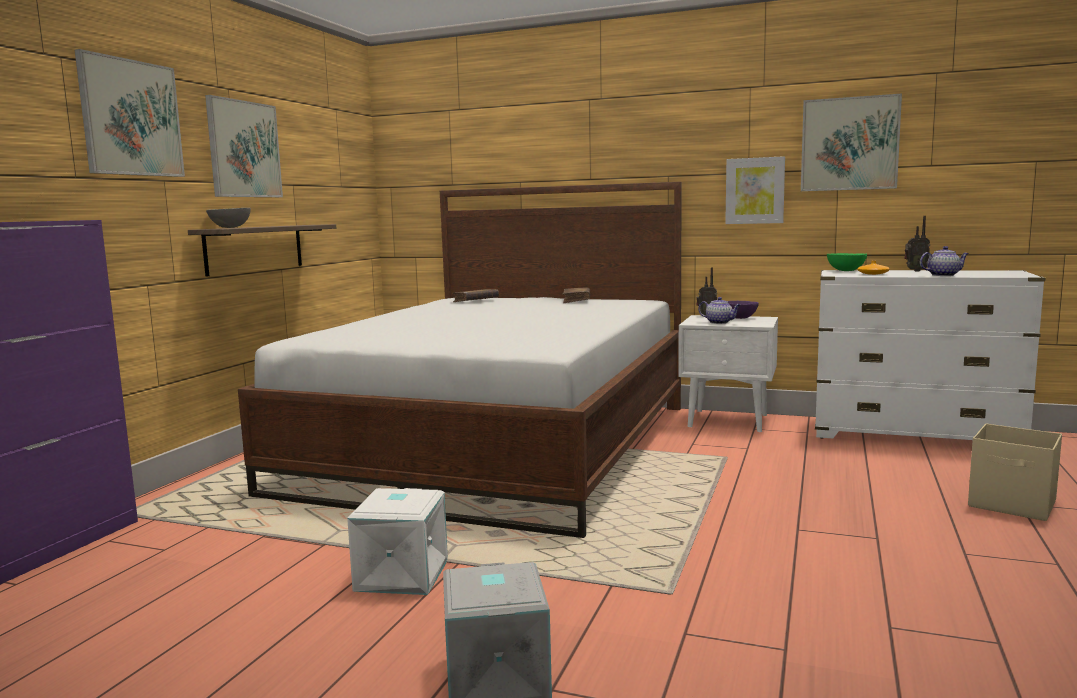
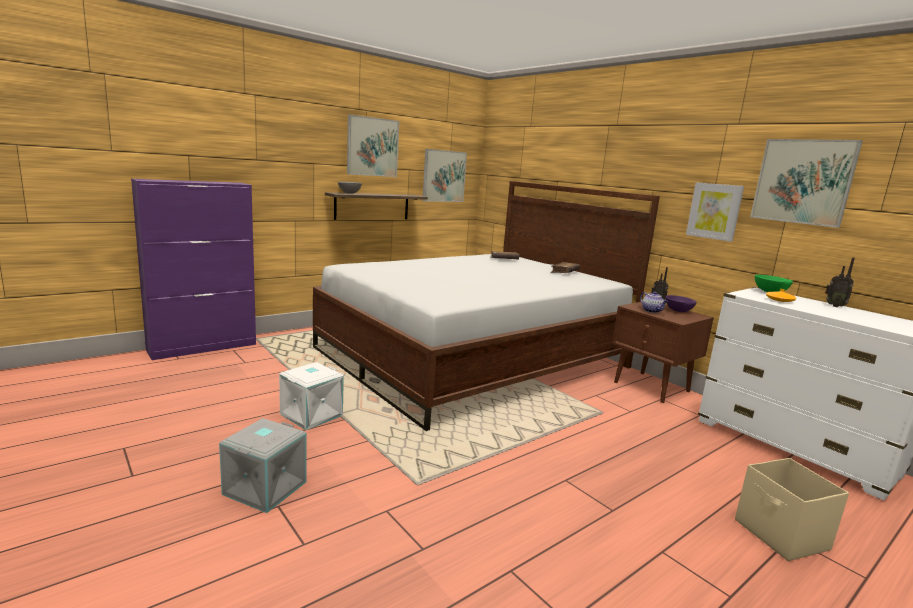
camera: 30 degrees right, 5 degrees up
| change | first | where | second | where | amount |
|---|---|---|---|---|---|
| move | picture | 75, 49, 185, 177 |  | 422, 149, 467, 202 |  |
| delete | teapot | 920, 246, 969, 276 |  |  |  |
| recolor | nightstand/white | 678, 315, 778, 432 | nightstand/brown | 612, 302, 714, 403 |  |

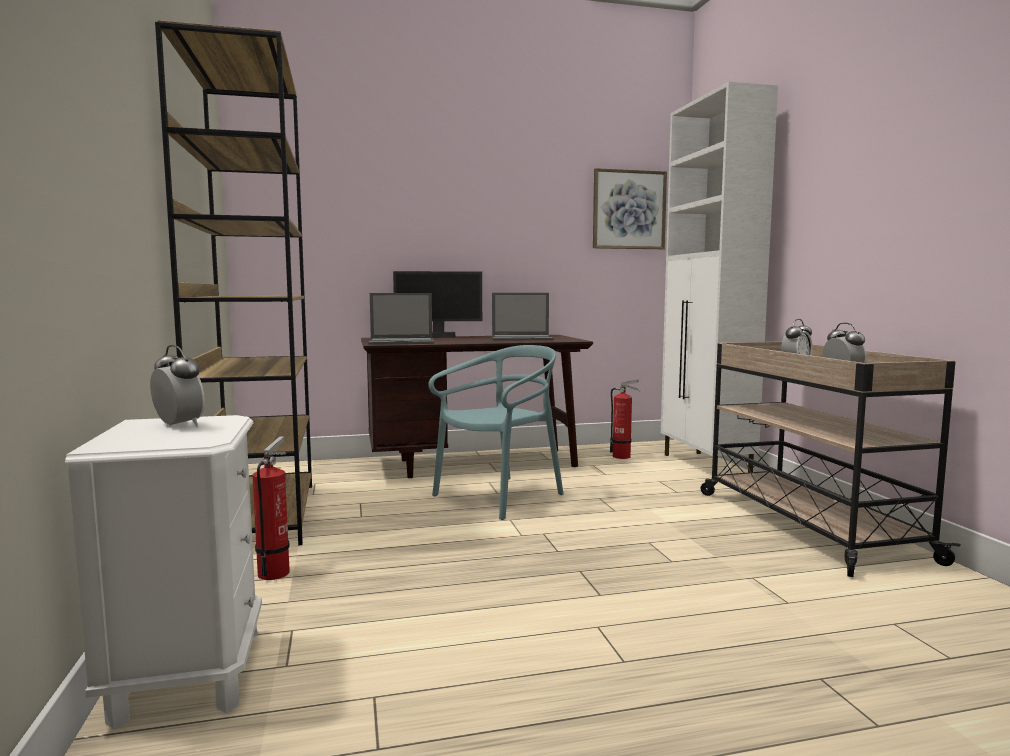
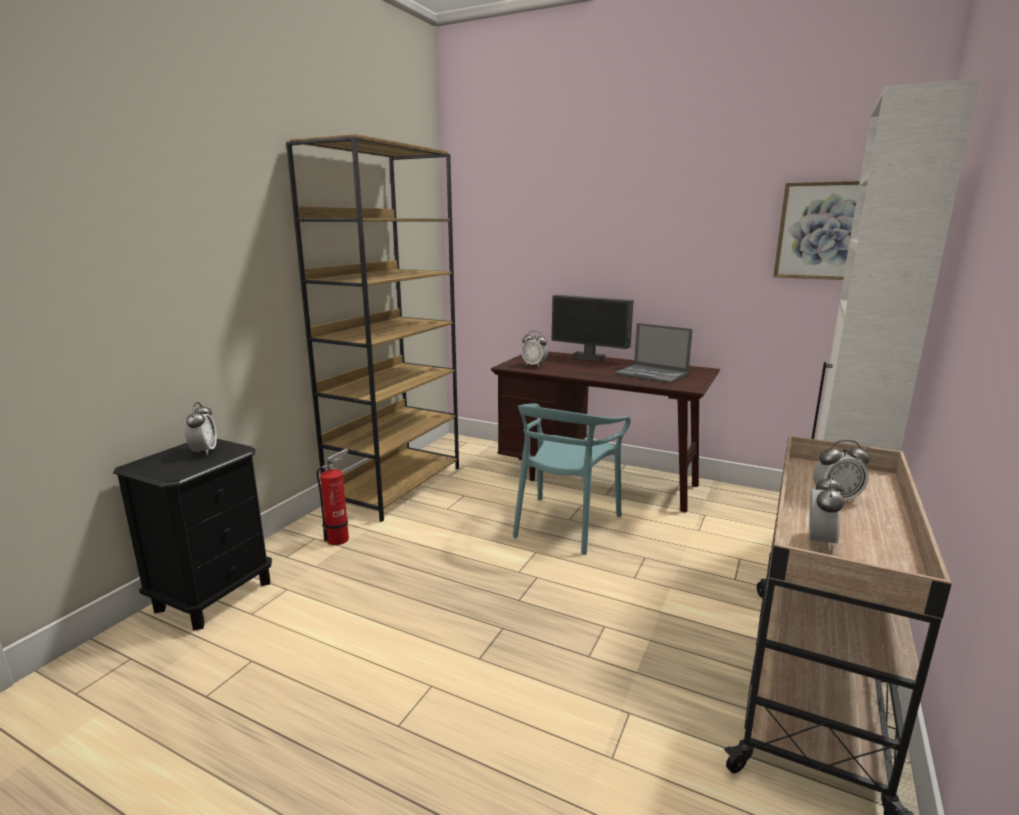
camera: 40 degrees right, 10 degrees up
| change | first | where | second | where | amount |
|---|---|---|---|---|---|
| replace | laptop | 368, 293, 434, 345 | alarm clock | 521, 331, 548, 367 |  |
| rotate | chair/turquoise | 428, 345, 564, 520 |  | 513, 403, 631, 555 | 120 degrees clockwise |
| delete | fire extinguisher | 610, 379, 640, 459 |  |  |  |
| recolor | nightstand/white | 65, 415, 262, 729 | nightstand/black | 113, 439, 272, 631 |  |

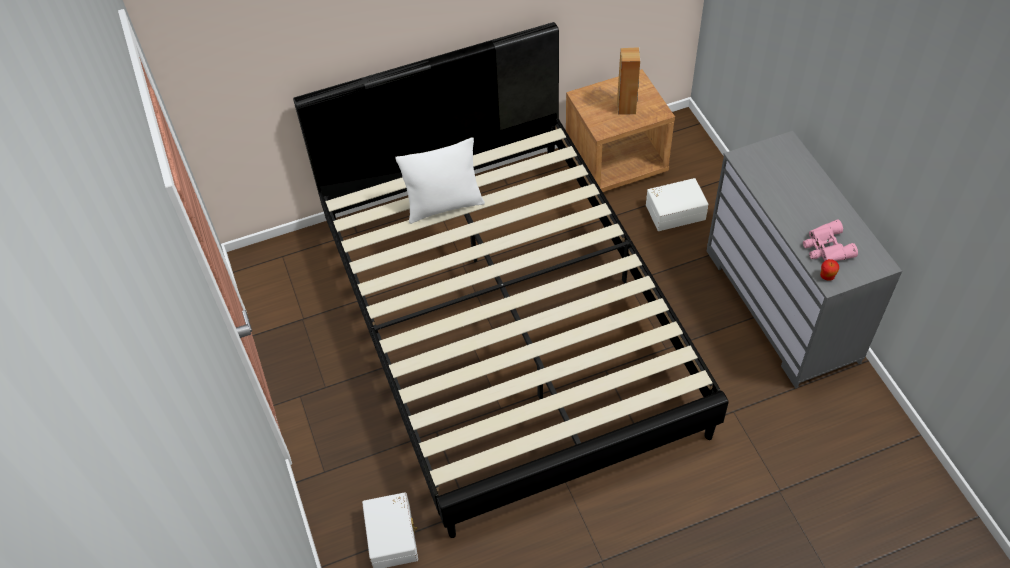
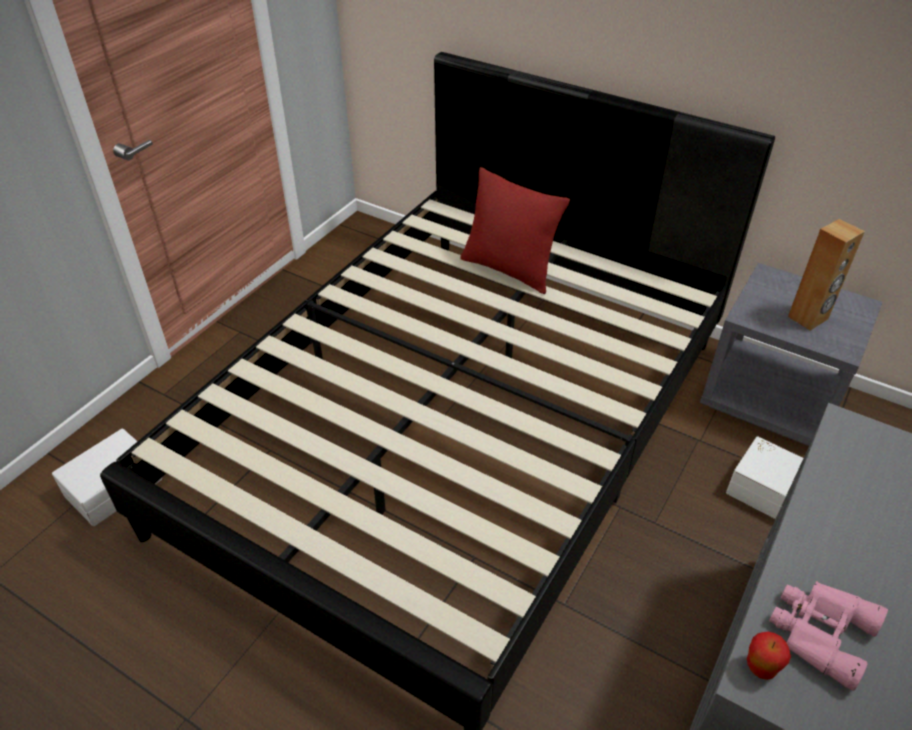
camera: 50 degrees right, 10 degrees down
| change | first | where | second | where | amount |
|---|---|---|---|---|---|
| recolor | nightstand/brown | 566, 69, 675, 192 | nightstand/grey | 700, 263, 882, 446 |  |
| recolor | pillow/white | 395, 137, 485, 224 | pillow/red | 460, 167, 570, 294 |  |

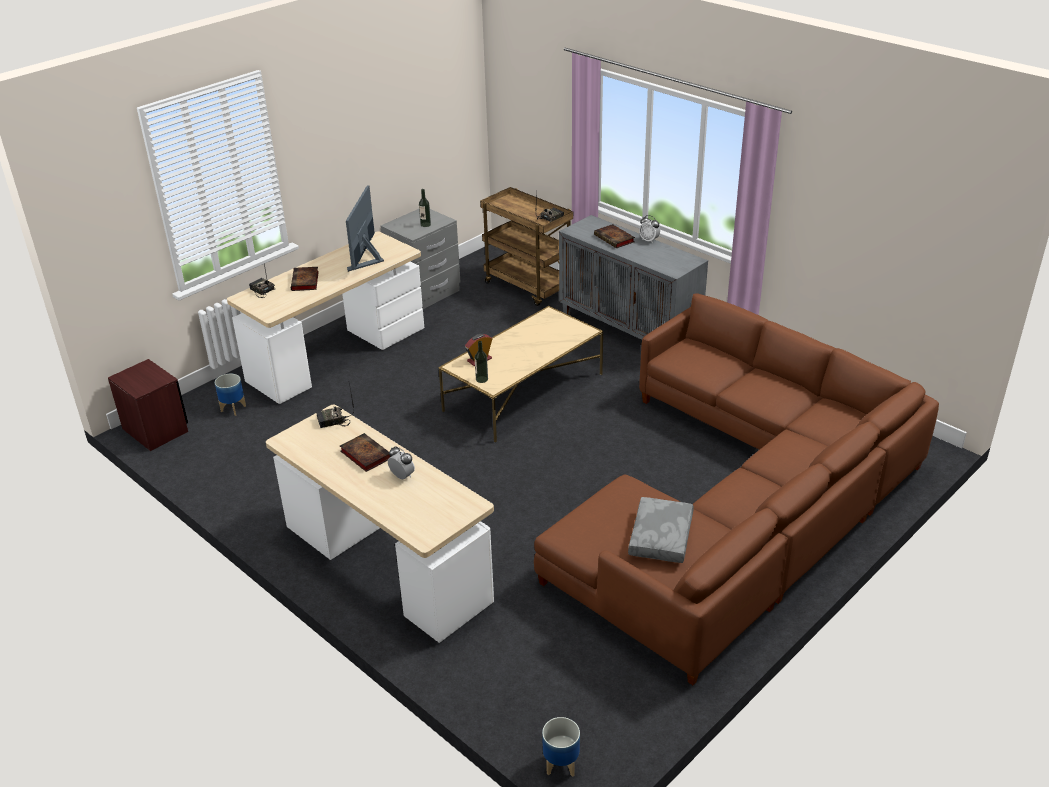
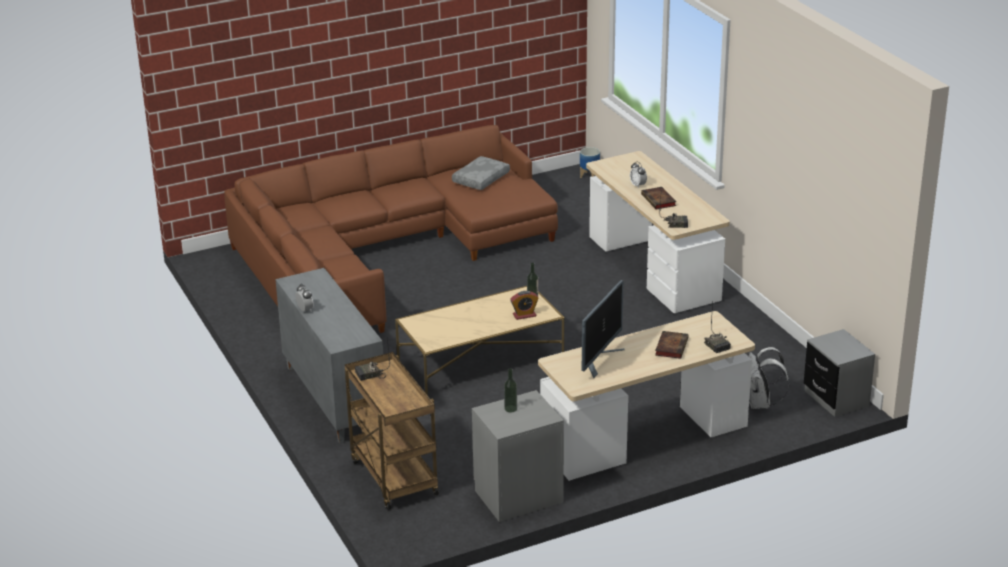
camera: 160 degrees left, 5 degrees down
| change | first | where | second | where | amount |
|---|---|---|---|---|---|
| delete | book | 594, 224, 635, 248 |  |  |  |
| recolor | nightstand/brown | 108, 359, 188, 451 | nightstand/grey | 804, 329, 875, 417 |  |
| replace | planter | 215, 374, 246, 416 | backpack/white | 748, 347, 789, 409 |  |

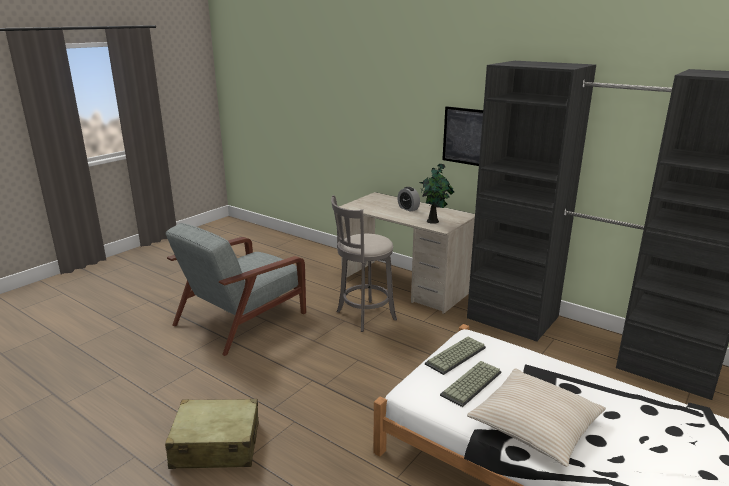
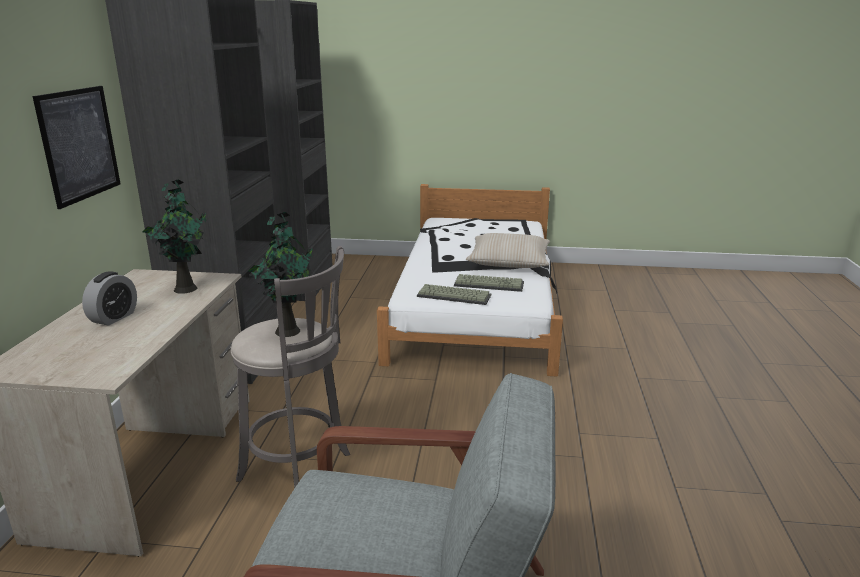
camera: 120 degrees left, 0 degrees up
| change | first | where | second | where | amount |
|---|---|---|---|---|---|
| delete | suitcase/beige | 165, 399, 259, 469 |  |  |  |
| insert |  |  | potted plant | 248, 212, 313, 337 |  |

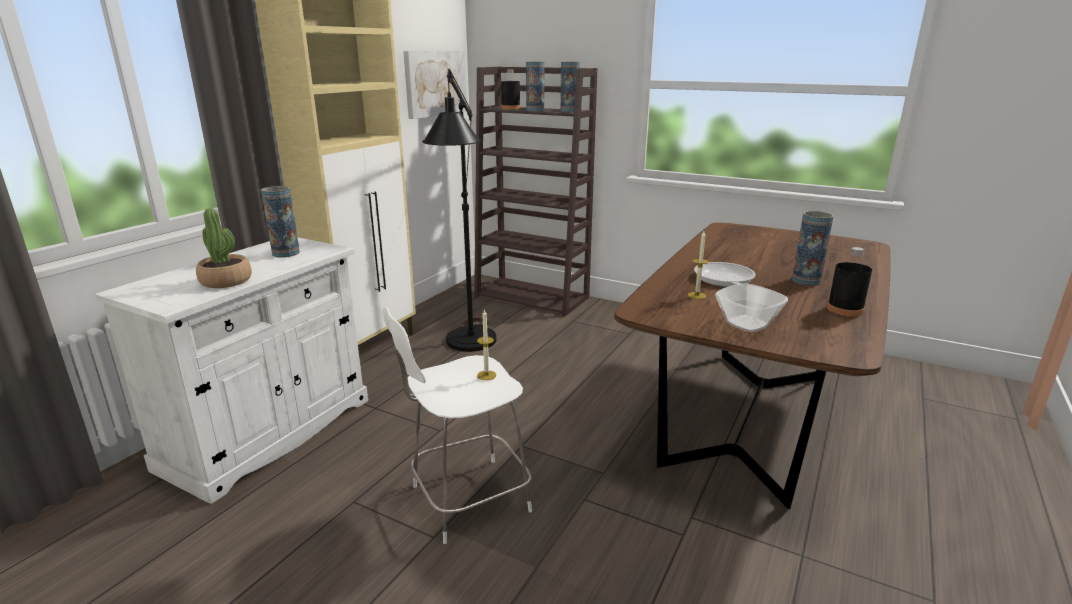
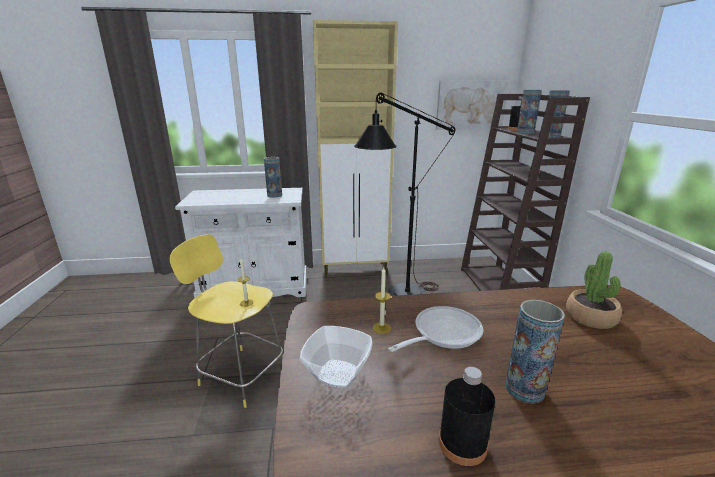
camera: 55 degrees right, 0 degrees up
| change | first | where | second | where | amount |
|---|---|---|---|---|---|
| move | potted plant | 196, 208, 252, 288 |  | 566, 251, 622, 329 |  |
| recolor | stool/white | 383, 307, 532, 544 | stool/yellow | 170, 234, 283, 408 |  |

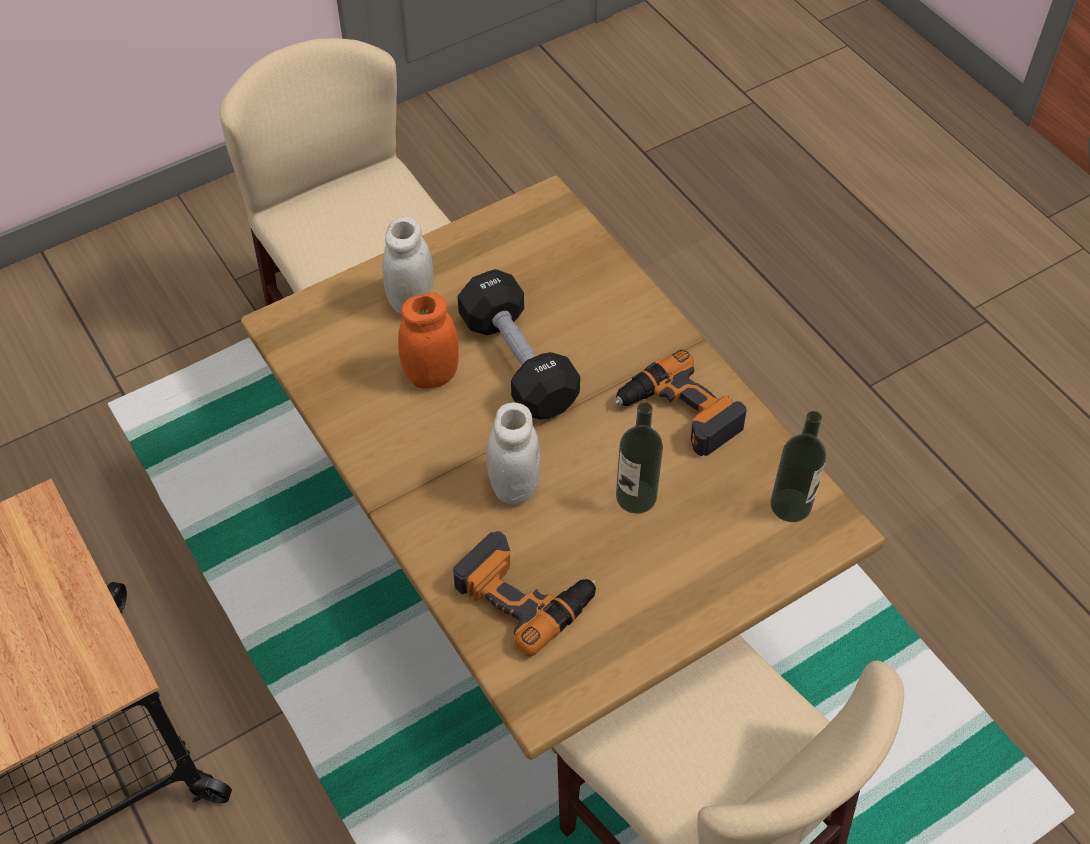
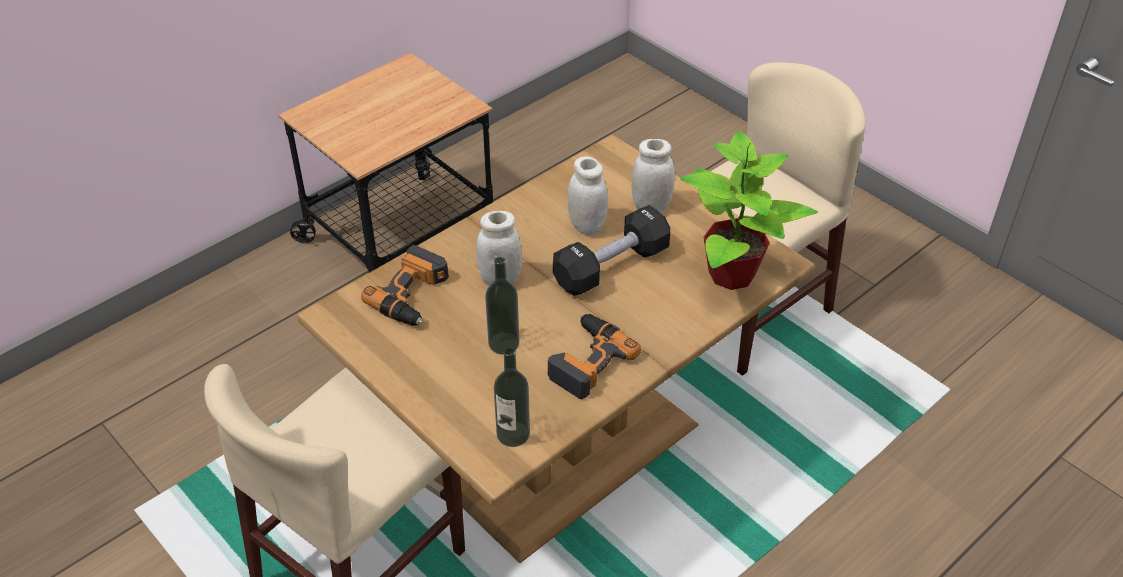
camera: 80 degrees right, 10 degrees down
| change | first | where | second | where | amount |
|---|---|---|---|---|---|
| recolor | jar/orange | 398, 293, 459, 389 | jar/white | 568, 156, 608, 235 |  |
| insert |  |  | potted plant | 680, 131, 818, 290 |  |

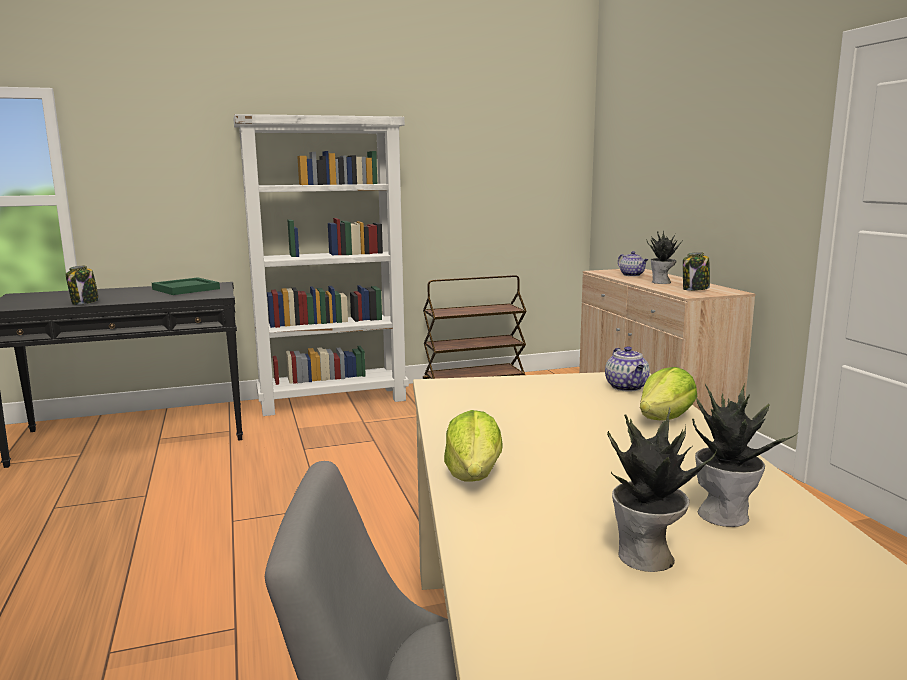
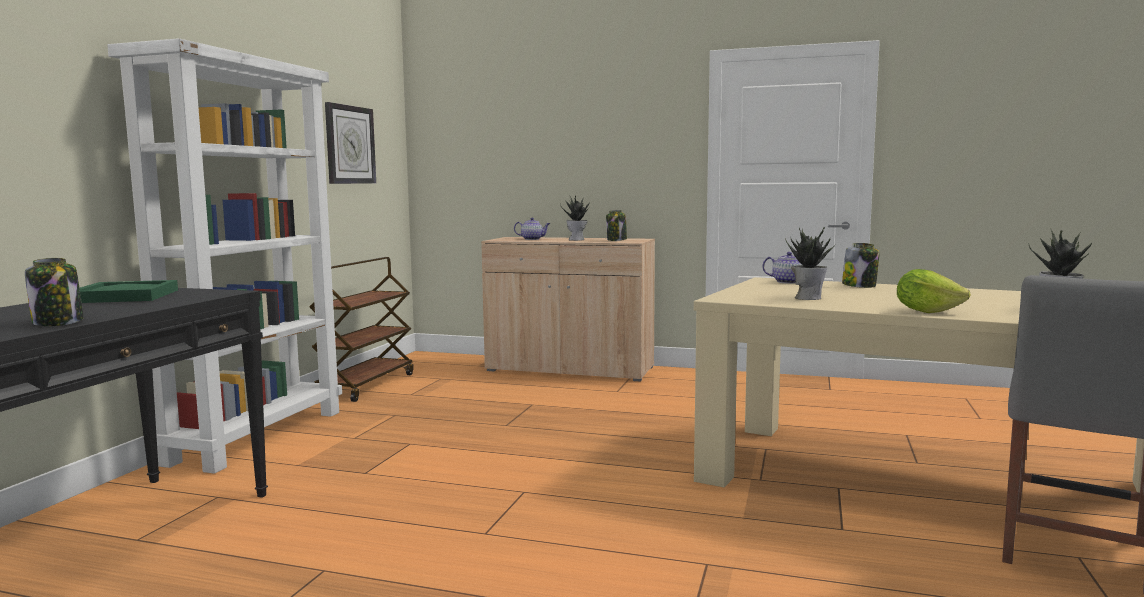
camera: 55 degrees left, 5 degrees down
| change | first | where | second | where | amount |
|---|---|---|---|---|---|
| replace | lettuce | 640, 367, 697, 420 | jar | 842, 243, 879, 288 |  |
| move | potted plant | 692, 384, 797, 527 |  | 785, 227, 835, 300 |  |
| insert |  |  | wall clock | 325, 102, 376, 184 |  |

